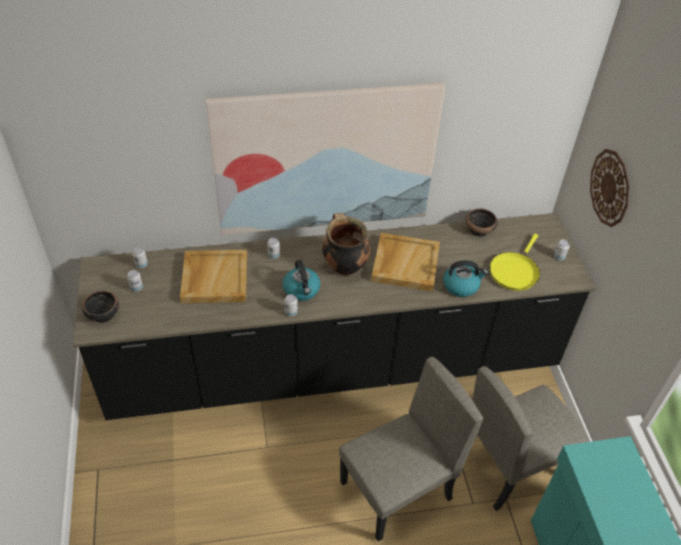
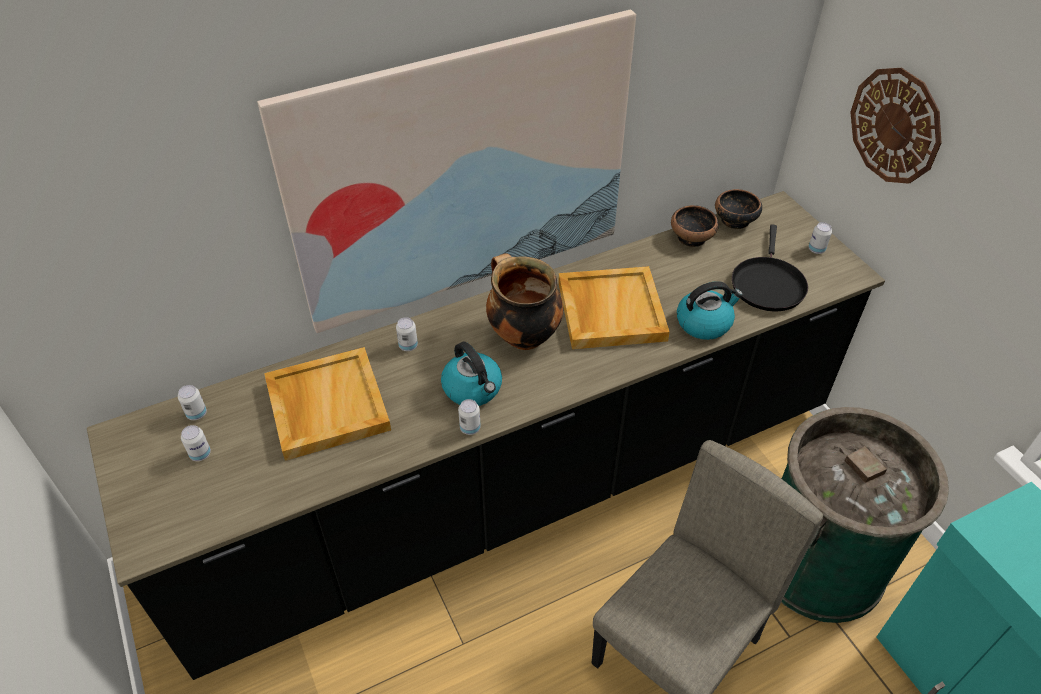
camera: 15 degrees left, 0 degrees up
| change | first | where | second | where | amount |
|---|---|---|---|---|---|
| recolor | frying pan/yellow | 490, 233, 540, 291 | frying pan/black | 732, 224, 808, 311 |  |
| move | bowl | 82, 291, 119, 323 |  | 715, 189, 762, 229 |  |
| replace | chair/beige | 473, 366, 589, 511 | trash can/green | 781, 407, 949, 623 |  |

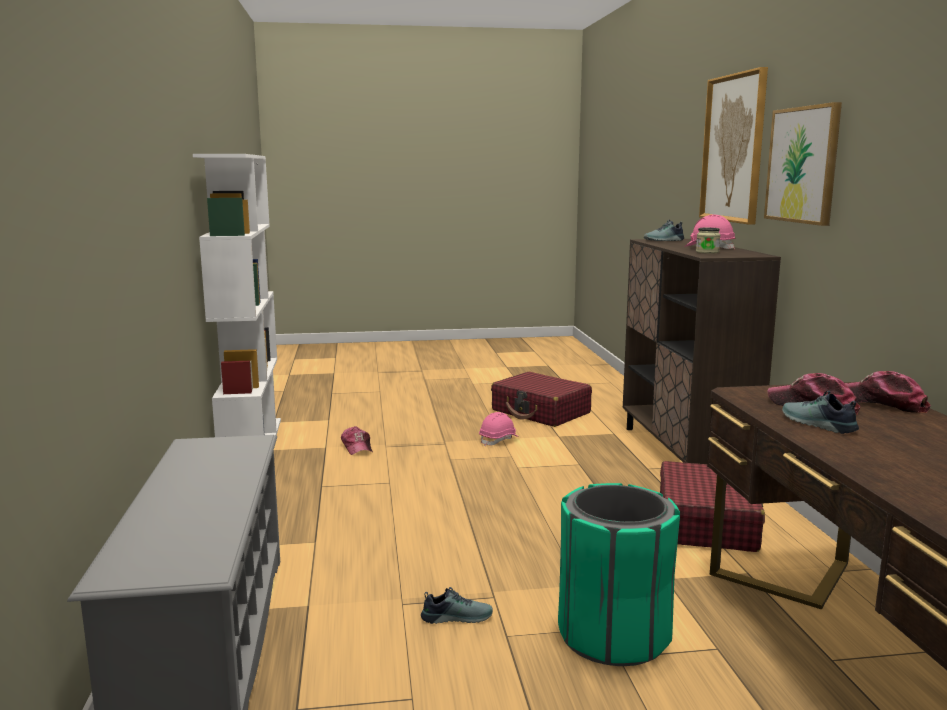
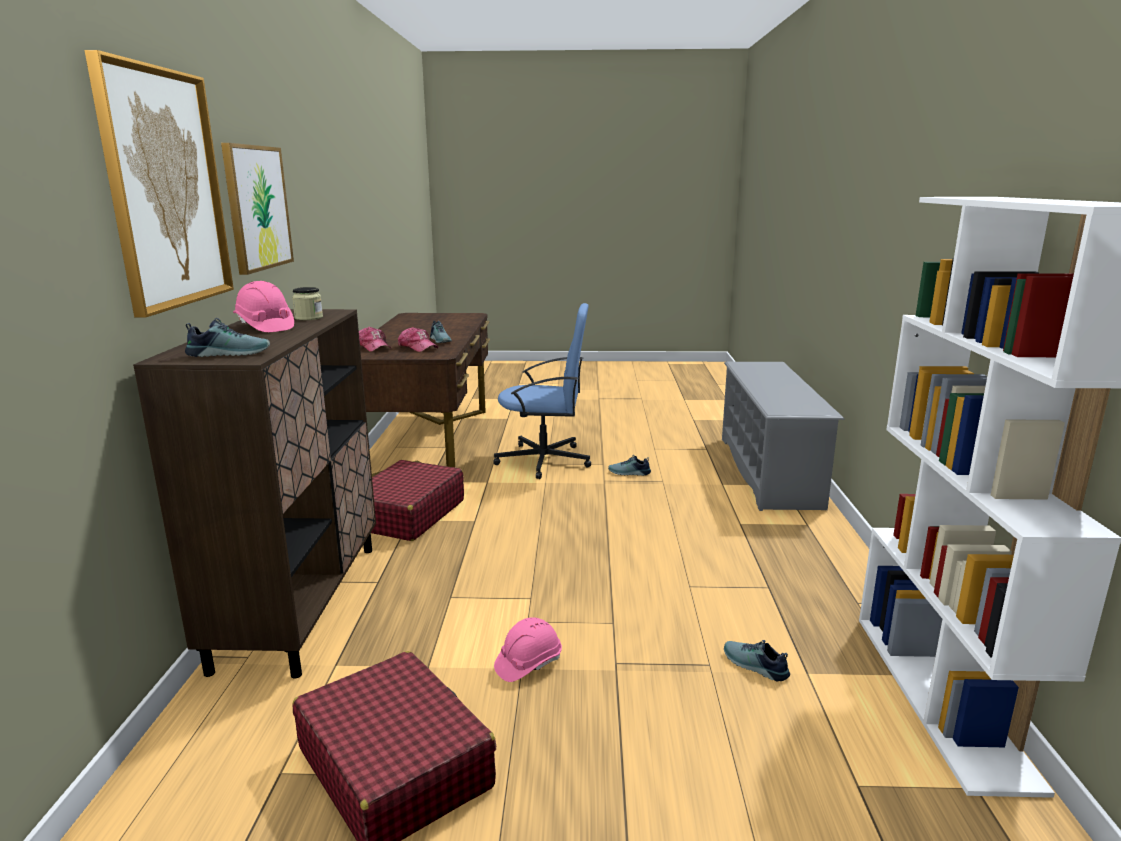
camera: 170 degrees left, 5 degrees up
| change | first | where | second | where | amount |
|---|---|---|---|---|---|
| replace | cap | 341, 426, 373, 455 | shoe | 724, 640, 790, 681 |  |
| replace | trash can/green | 558, 483, 680, 666 | office chair/blue | 494, 303, 591, 479 |  |

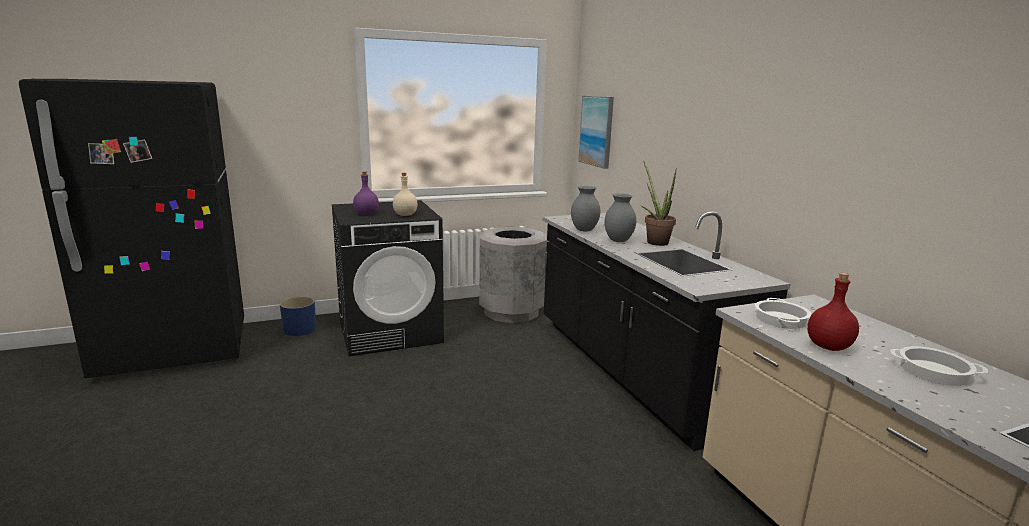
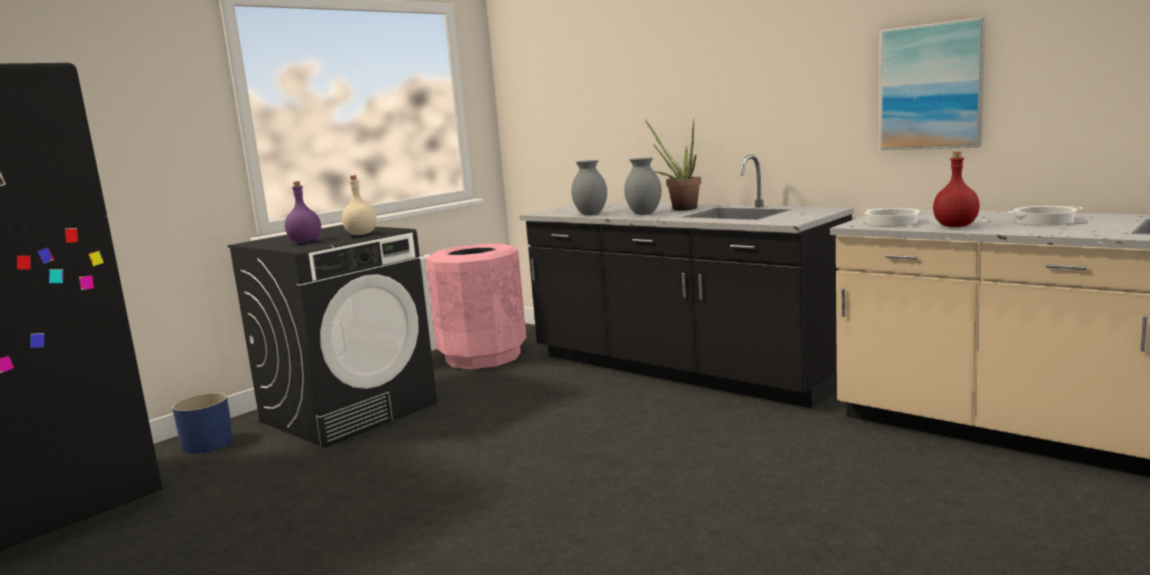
camera: 25 degrees left, 5 degrees down
| change | first | where | second | where | amount |
|---|---|---|---|---|---|
| move | picture | 578, 96, 614, 169 |  | 880, 17, 985, 150 |  |
| recolor | trash can/grey | 479, 227, 547, 323 | trash can/pink | 426, 244, 527, 369 |  |

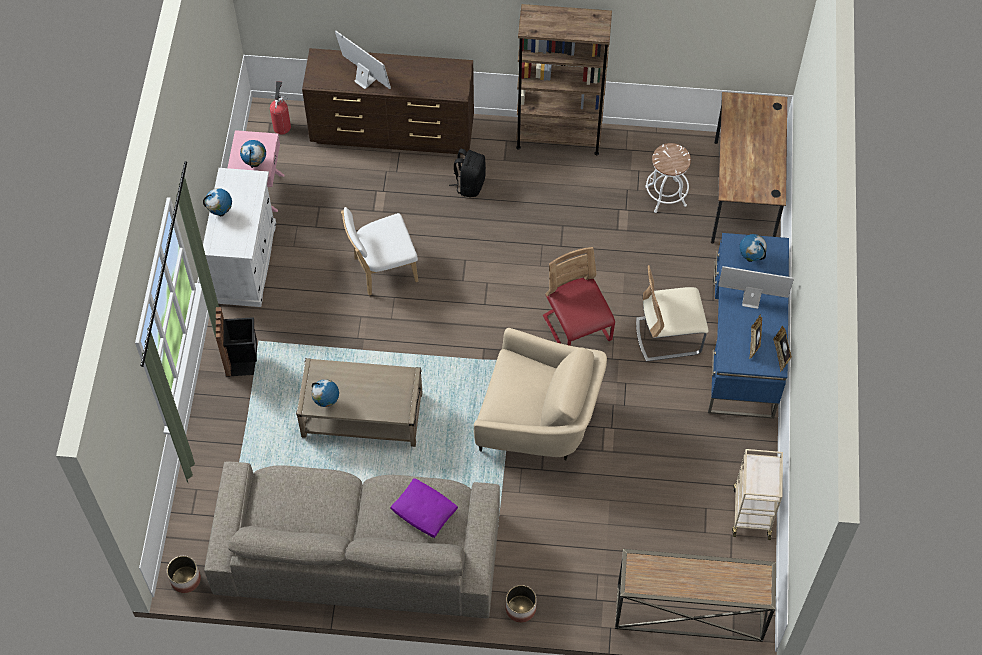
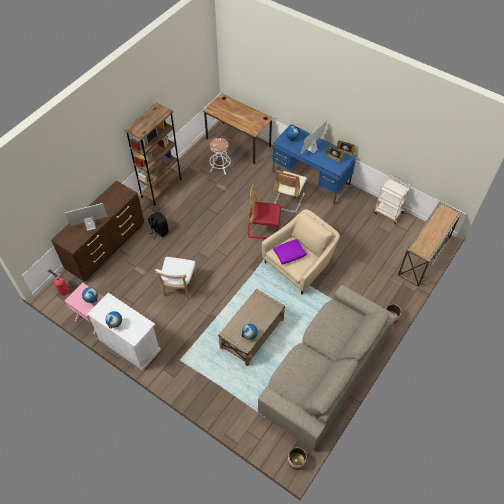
camera: 60 degrees left, 5 degrees down
| change | first | where | second | where | amount |
|---|---|---|---|---|---|
| delete | trash can/black | 216, 307, 257, 377 |  |  |  |
| move | pillow/purple | 390, 478, 458, 538 |  | 273, 239, 307, 265 |  |

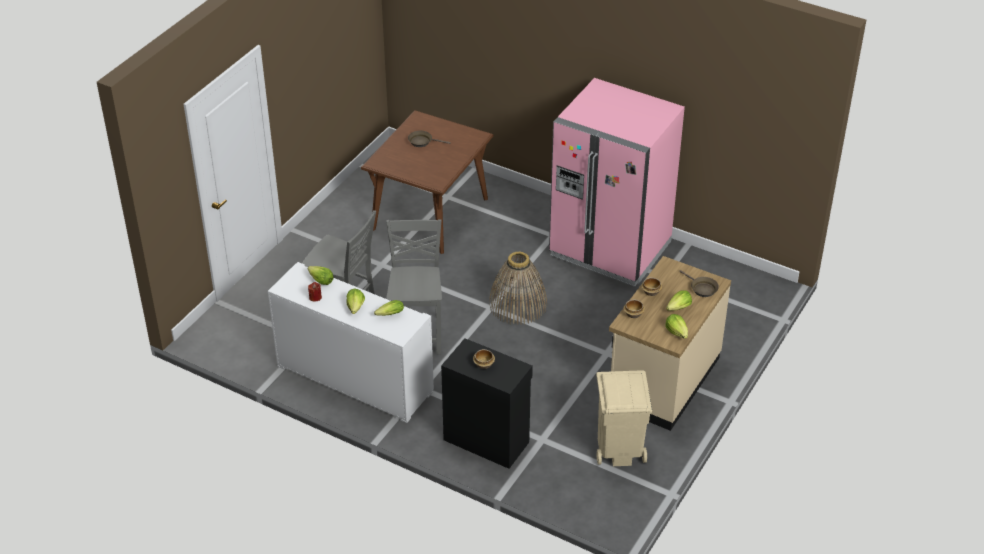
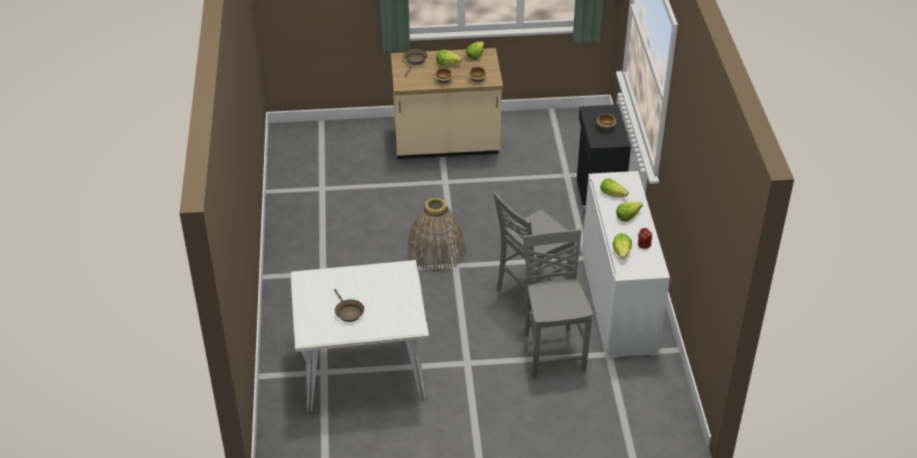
camera: 125 degrees left, 0 degrees up
| change | first | where | second | where | amount |
|---|---|---|---|---|---|
| delete | fridge/pink | 549, 78, 685, 287 |  |  |  |
| recolor | dining table/brown | 361, 110, 493, 254 | dining table/white | 290, 260, 429, 412 |  |
| delete | trash can/beige | 596, 370, 652, 466 |  |  |  |

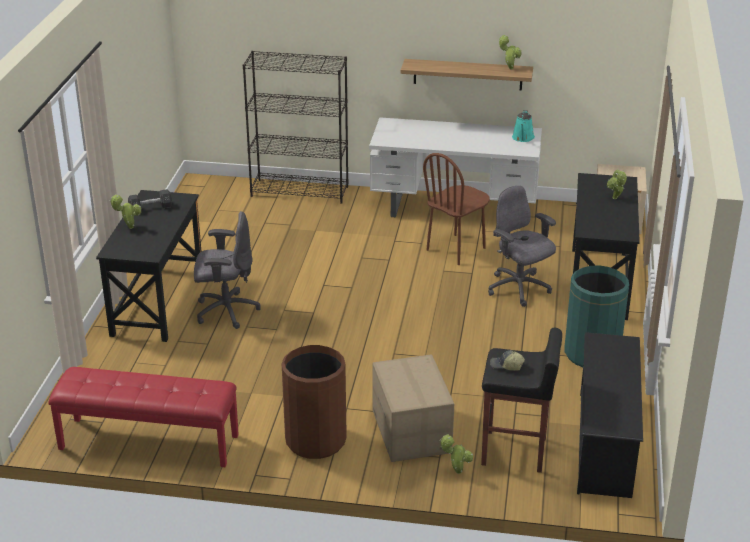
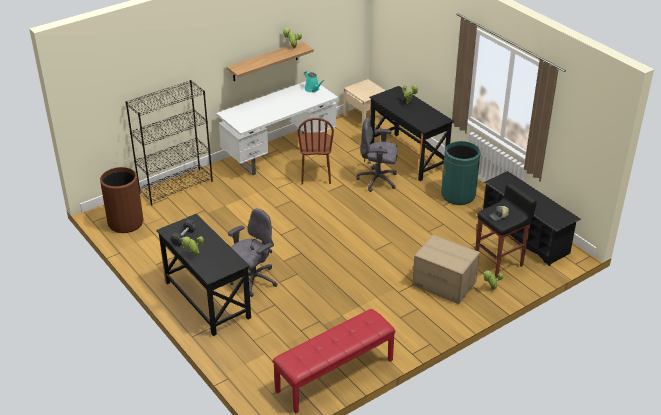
camera: 45 degrees left, 5 degrees up
| change | first | where | second | where | amount |
|---|---|---|---|---|---|
| move | trash can/brown | 282, 345, 347, 459 |  | 100, 167, 144, 233 |  |

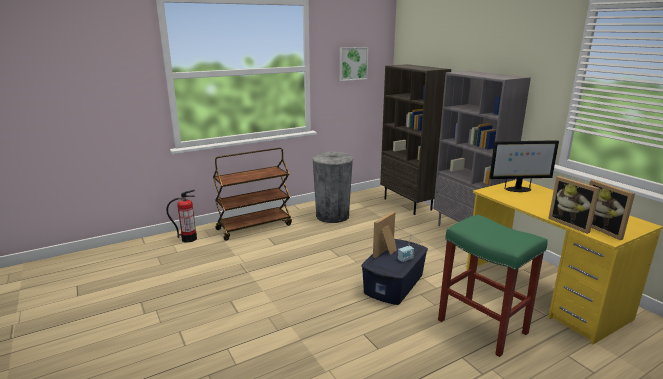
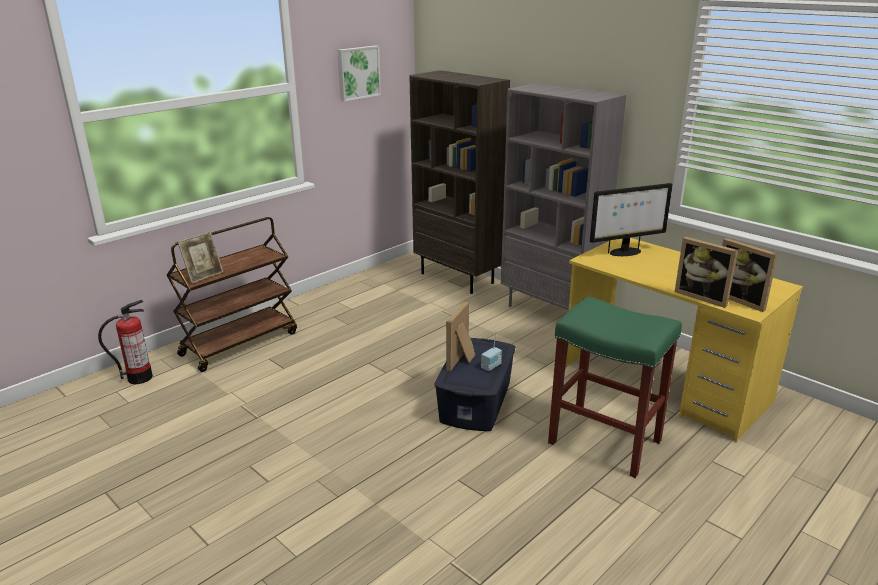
camera: 15 degrees left, 5 degrees up
| change | first | where | second | where | amount |
|---|---|---|---|---|---|
| delete | trash can/grey | 312, 152, 354, 223 |  |  |  |
| insert |  |  | picture frame | 178, 232, 223, 284 |  |

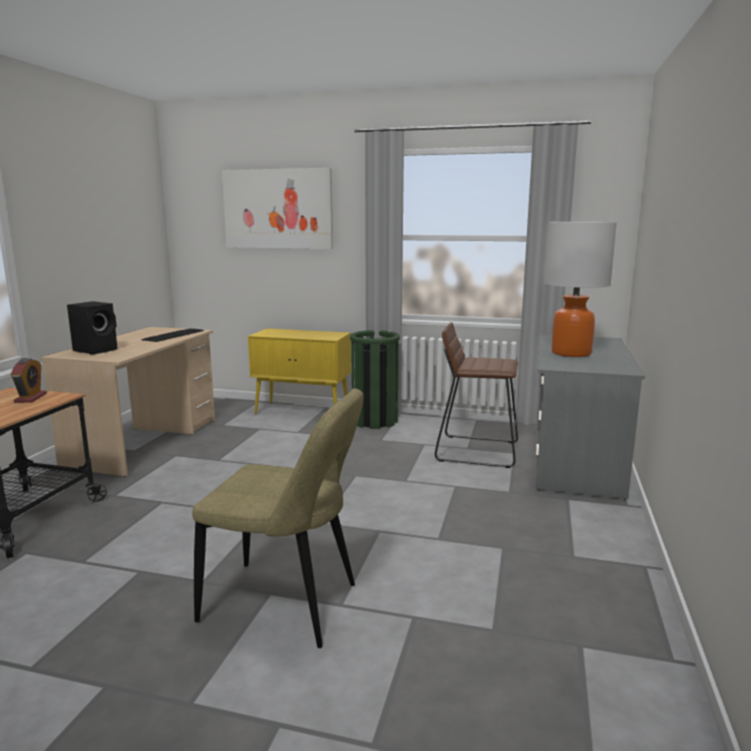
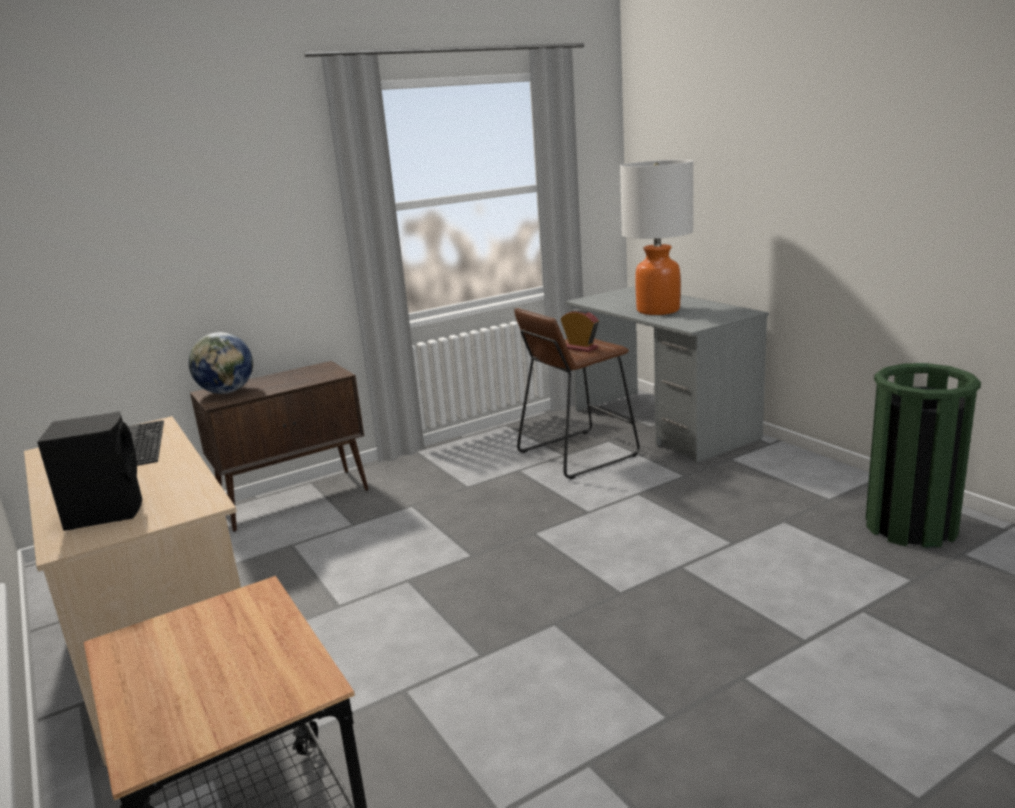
camera: 45 degrees left, 5 degrees up
| change | first | where | second | where | amount |
|---|---|---|---|---|---|
| delete | picture | 222, 168, 333, 249 |  |  |  |
| recolor | cabinet/yellow | 248, 328, 351, 414 | cabinet/brown | 190, 361, 369, 532 |  |
| move | trash can/green | 350, 330, 400, 429 |  | 866, 363, 981, 548 |  |
| move | alarm clock | 11, 358, 47, 403 |  | 561, 308, 599, 352 |  |
| delete | chair/beige | 192, 388, 364, 648 |  |  |  |
| insert |  |  | globe | 189, 332, 253, 394 |  |

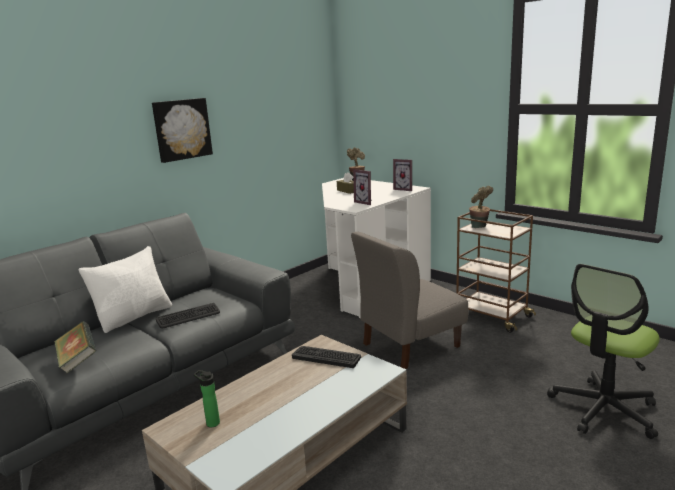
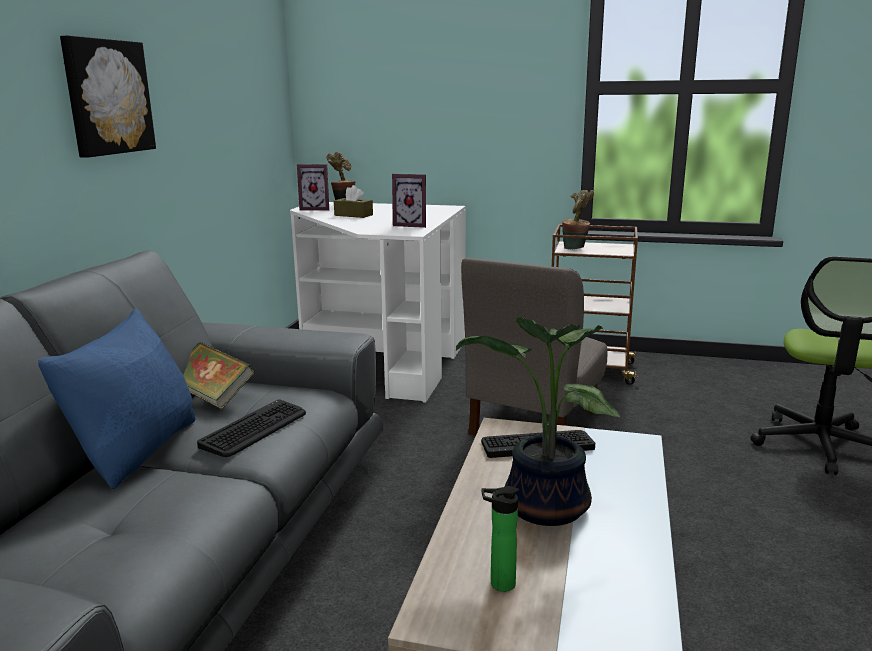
camera: 30 degrees left, 0 degrees up
| change | first | where | second | where | amount |
|---|---|---|---|---|---|
| move | picture frame | 393, 159, 412, 191 |  | 297, 164, 329, 211 |  |
| recolor | pillow/white | 79, 246, 172, 333 | pillow/blue | 38, 308, 195, 489 |  |
| move | book | 54, 321, 96, 373 |  | 183, 342, 255, 409 |  |
| insert |  |  | potted plant | 456, 317, 620, 526 |  |

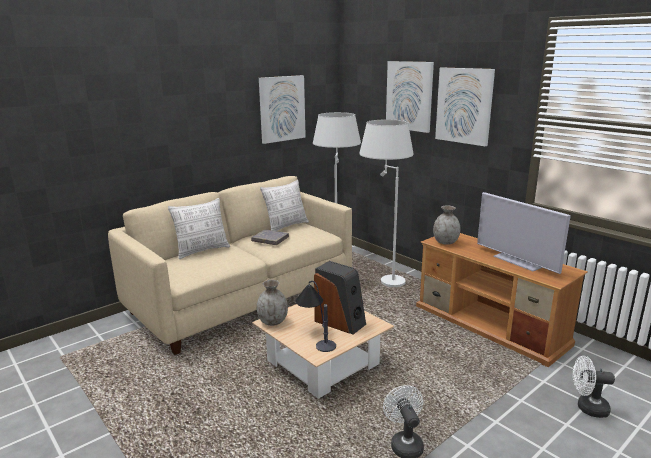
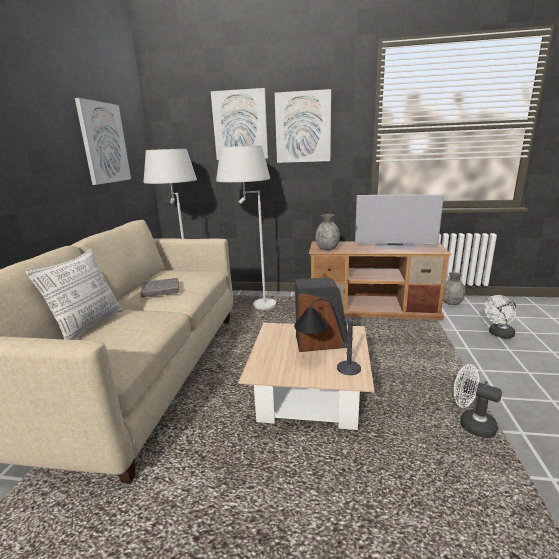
camera: 40 degrees left, 0 degrees up
| change | first | where | second | where | amount |
|---|---|---|---|---|---|
| delete | pillow | 260, 180, 309, 231 |  |  |  |
| move | vase/grey | 257, 280, 288, 326 |  | 443, 272, 465, 305 |  |

